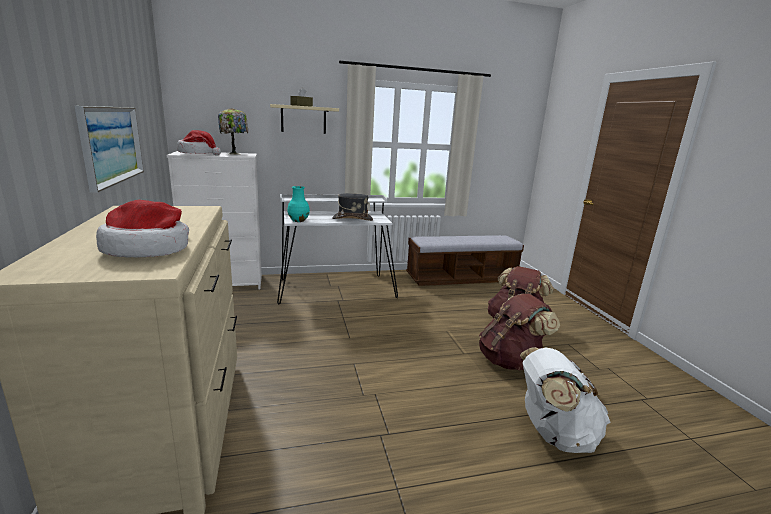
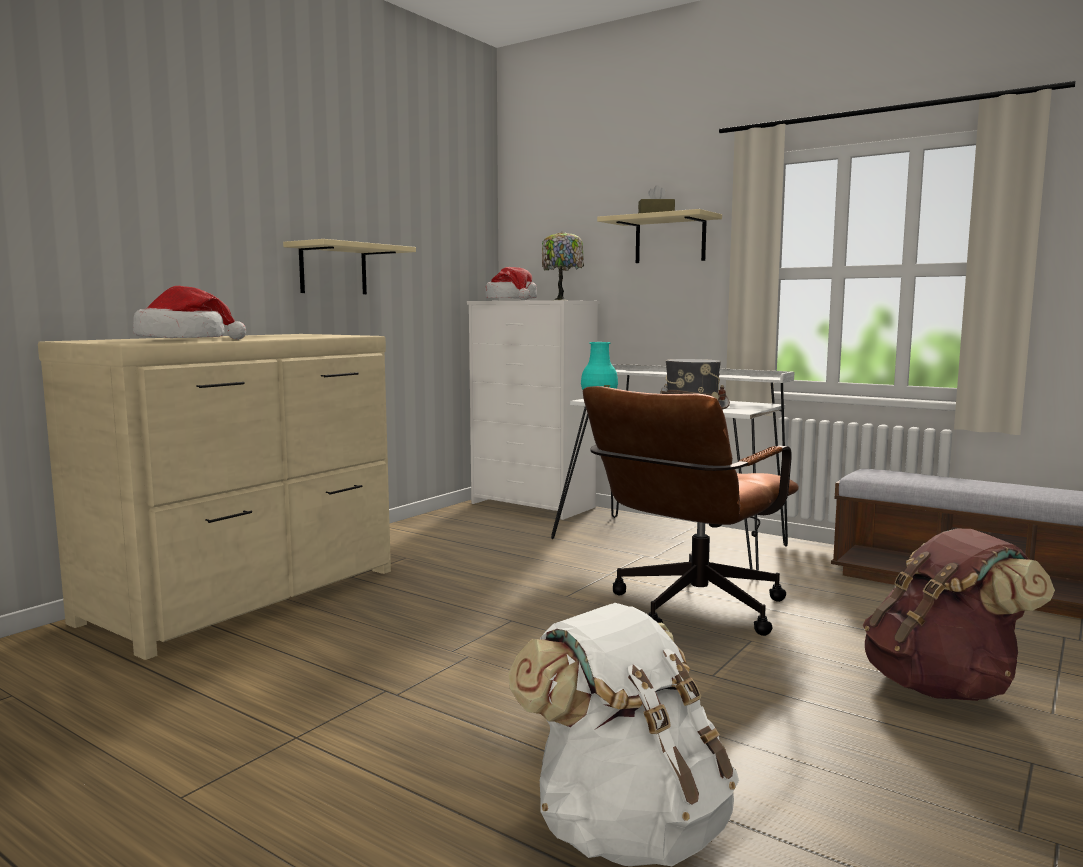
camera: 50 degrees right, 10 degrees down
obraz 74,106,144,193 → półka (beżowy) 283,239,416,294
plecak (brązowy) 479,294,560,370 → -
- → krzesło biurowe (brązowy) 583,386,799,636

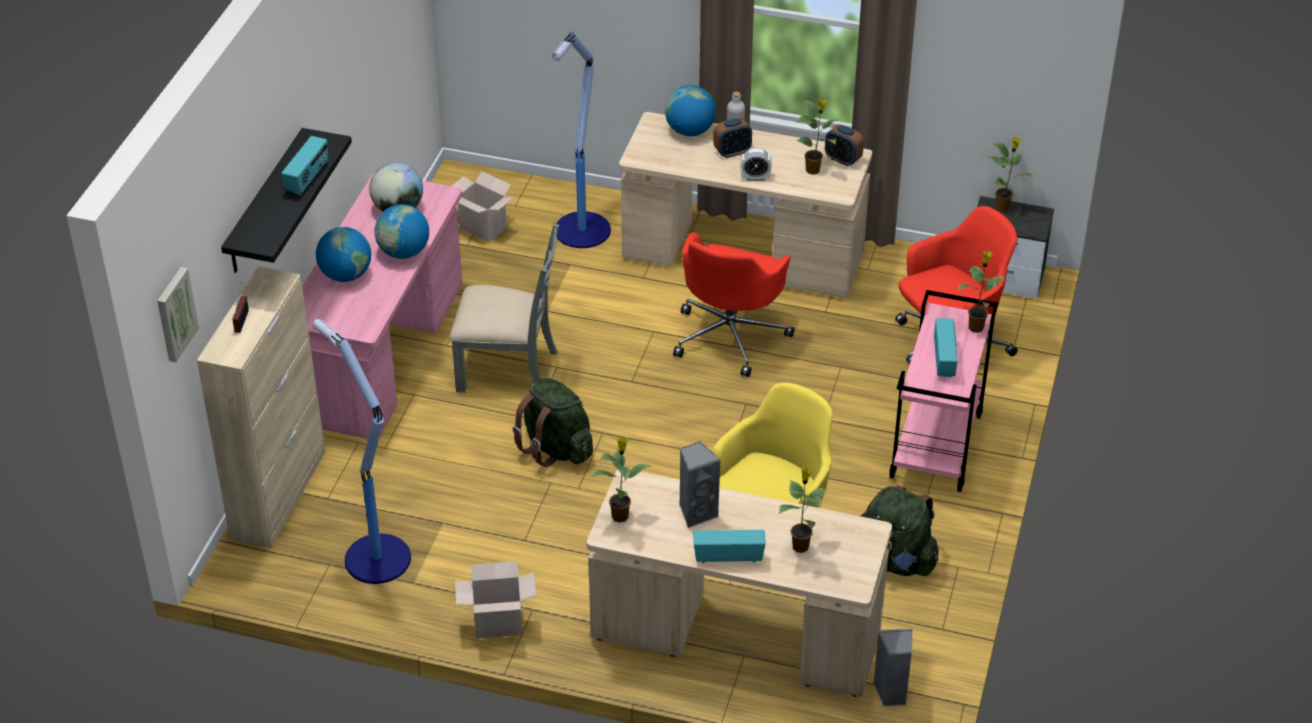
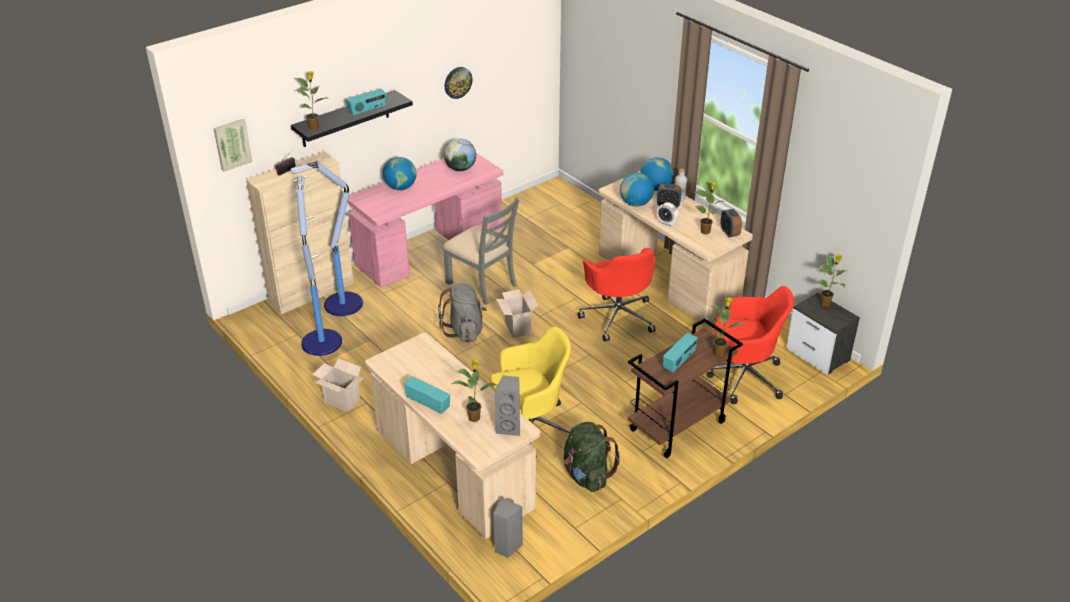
camera: 35 degrees right, 5 degrees down
globus 375,204,429,259 → globus 620,172,654,207, shifted
karton 452,171,515,242 → karton 496,289,539,338, shifted
plecak (zielony) 513,378,593,467 → plecak (szary) 438,283,487,343
lampa stojąca 552,32,611,248 → lampa stojąca 291,160,363,316, shifted
roślina doniczkowa 590,437,652,523 → roślina doniczkowa 295,71,329,130, shifted
krzesło biurowe (czerwony) 673,232,795,377 → krzesło biurowe (czerwony) 578,248,656,342, 75 degrees counterclockwise
głośnik (szary) 679,441,720,528 → głośnik (szary) 494,375,520,436, shifted
wózek (różowy) 889,290,998,492 → wózek (brązowy) 628,318,743,458
- → zegar ścienny 445,67,473,99

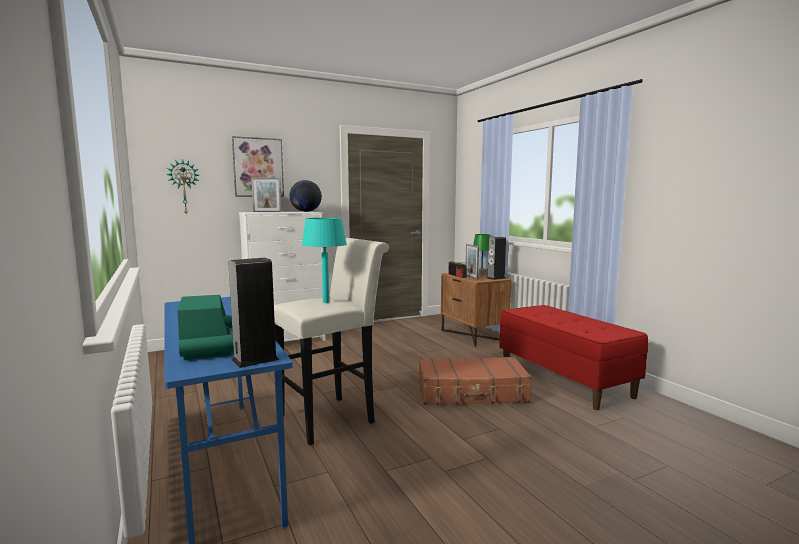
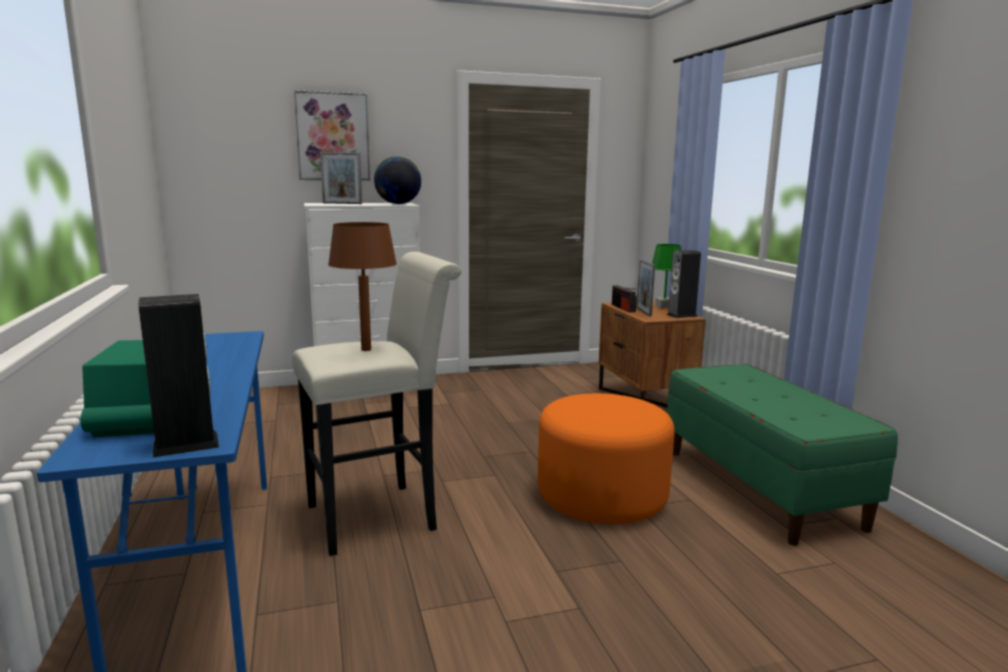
camera: 10 degrees right, 5 degrees up
zegar ścienny 166,159,199,214 → -
lampa stołowa (turkusowy) 302,218,347,303 → lampa stołowa (brązowy) 328,222,397,351
walizka (brązowy) 418,357,532,405 → pufa (pomarańczowy) 538,393,675,524
ławka (czerwony) 499,305,648,410 → ławka (zielony) 667,364,898,546

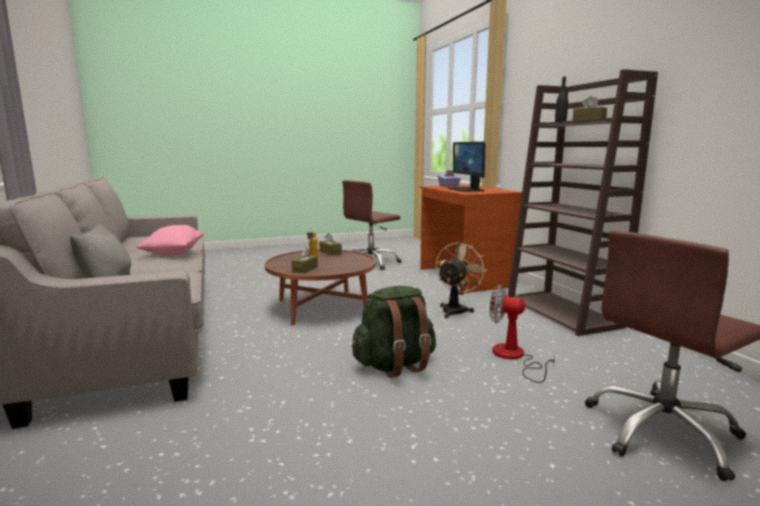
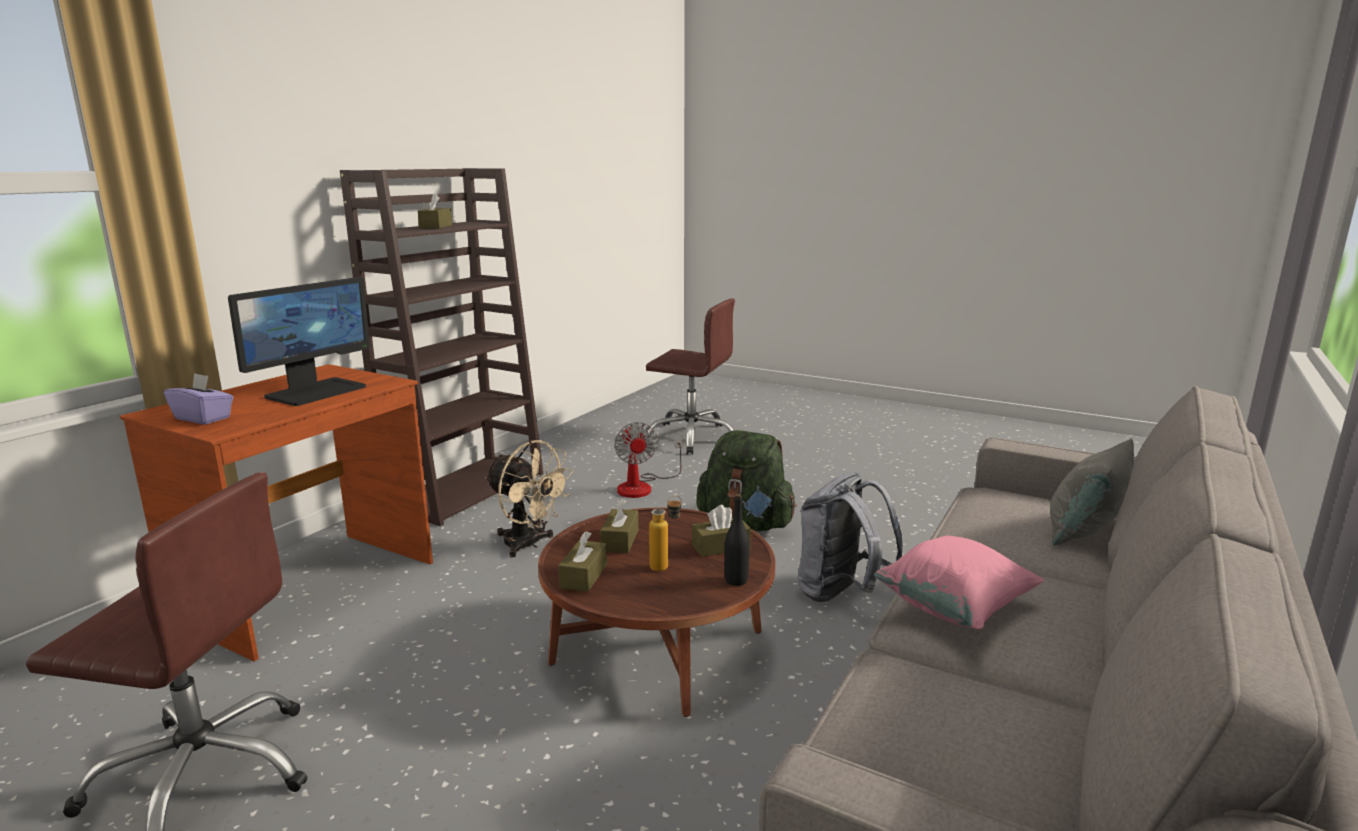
camera: 130 degrees left, 5 degrees up
wentylator (beżowy) 436,242,487,318 → wentylator (beżowy) 485,440,573,558, 135 degrees counterclockwise
butelka (czarny) 555,76,568,122 → butelka (czarny) 724,494,750,586, shifted
- → pudełko chusteczek (brązowy) 600,500,638,553
- → plecak (szary) 798,473,903,602

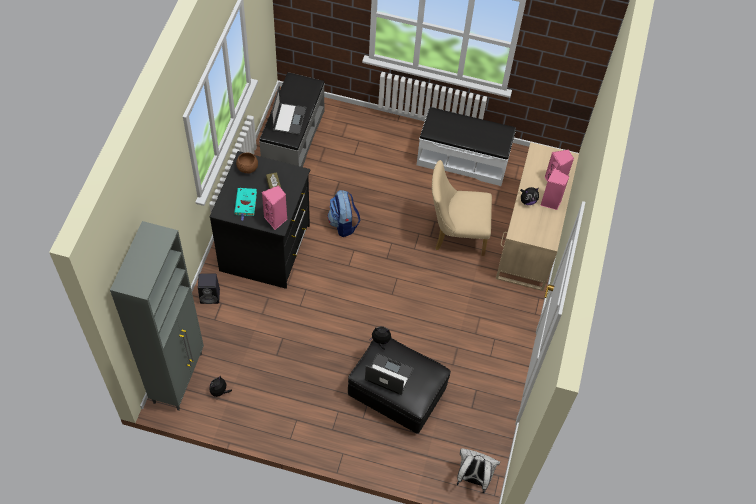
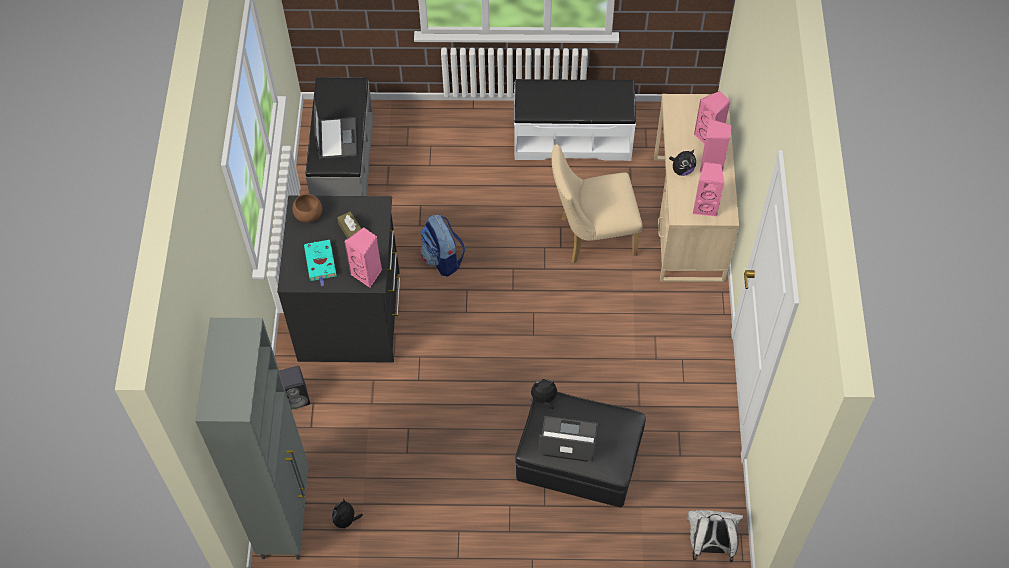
camera: 10 degrees left, 0 degrees up
- → głośnik (różowy) 693,162,724,217

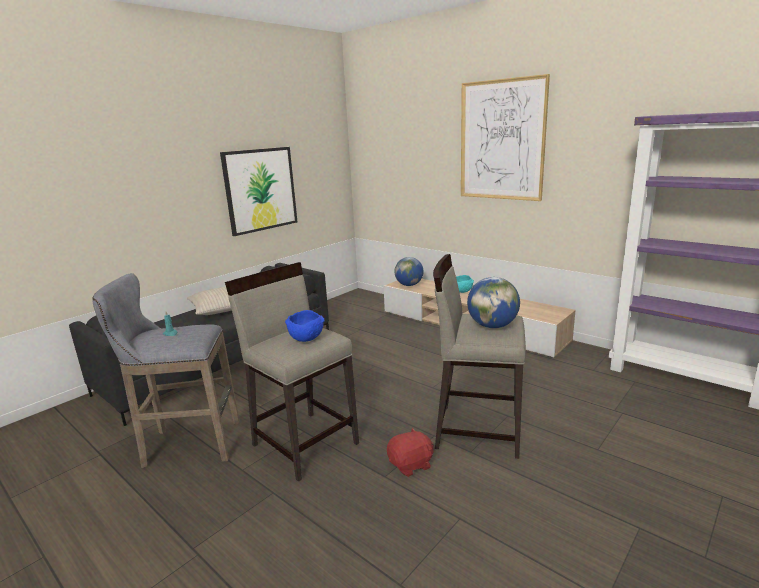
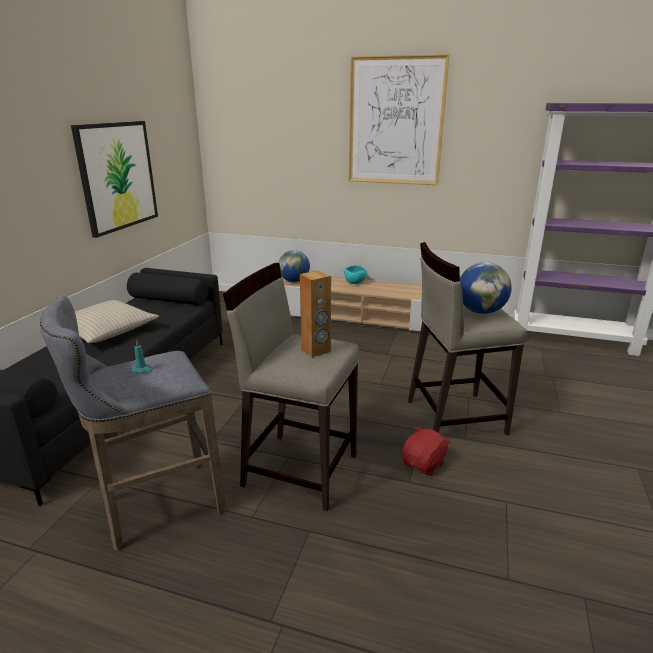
camera: 25 degrees left, 5 degrees up
miska (niebieski) 285,310,325,342 → głośnik (brązowy) 300,270,331,357

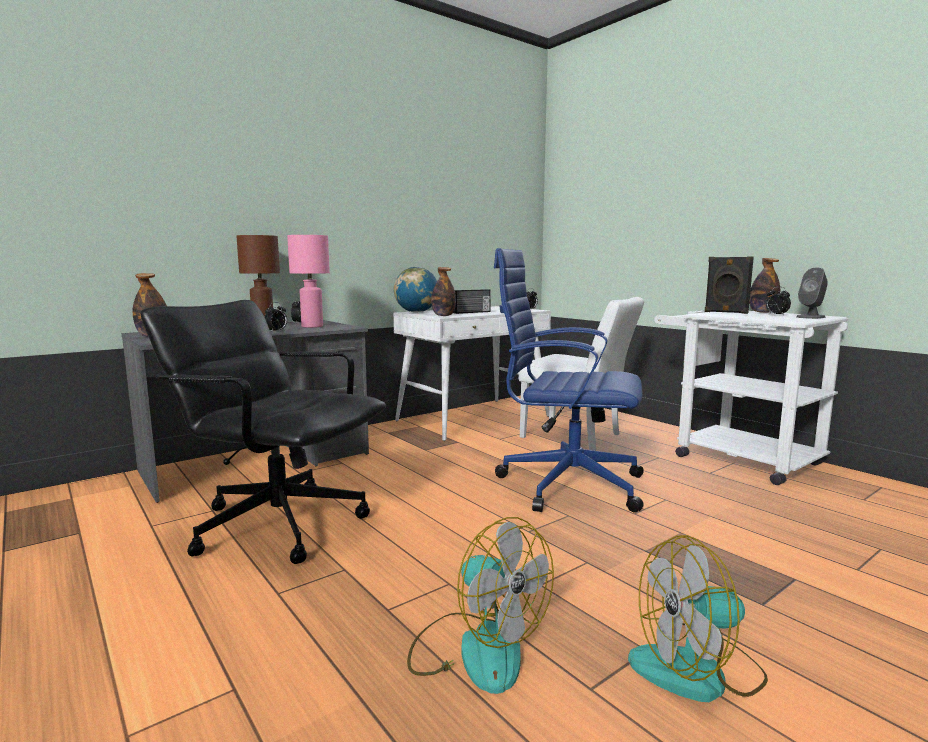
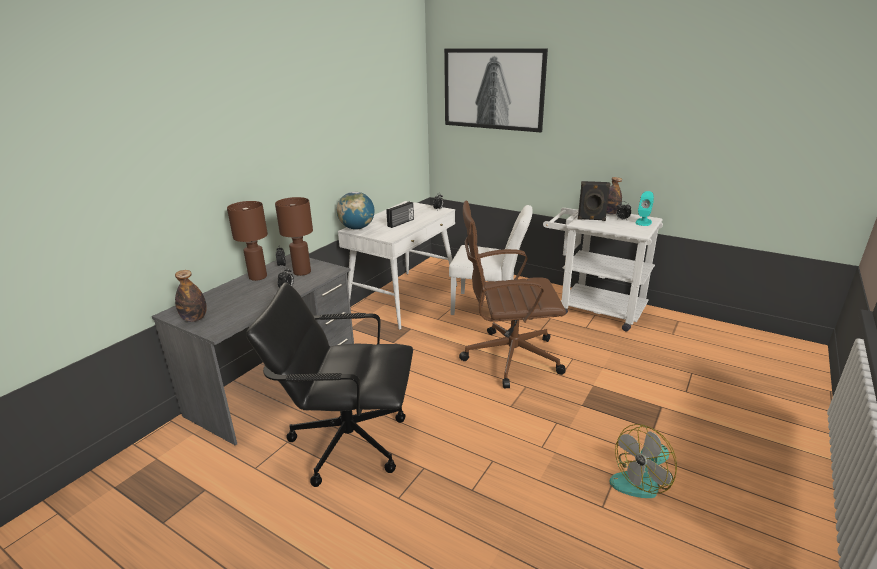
camera: 20 degrees left, 15 degrees up
lampa stołowa (różowy) 287,235,330,328 → lampa stołowa (brązowy) 275,197,313,276
wentylator 407,517,554,694 → -
butelka 431,267,456,316 → -
krzesło biurowe (niebieski) 494,248,644,513 → krzesło biurowe (brązowy) 459,200,566,388
głośnik (szary) 796,268,828,319 → głośnik (turkusowy) 636,191,654,226
- → obraz 444,48,548,132

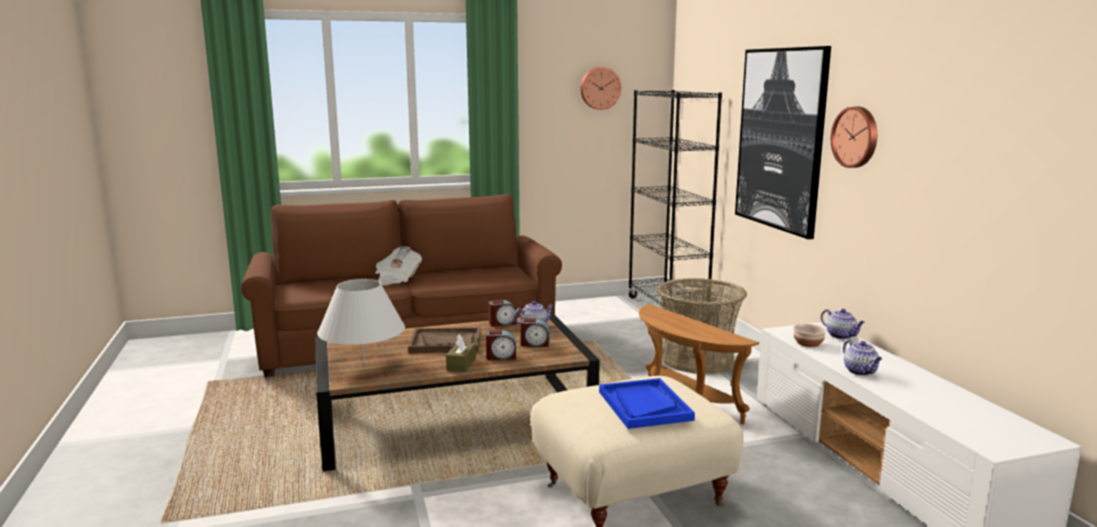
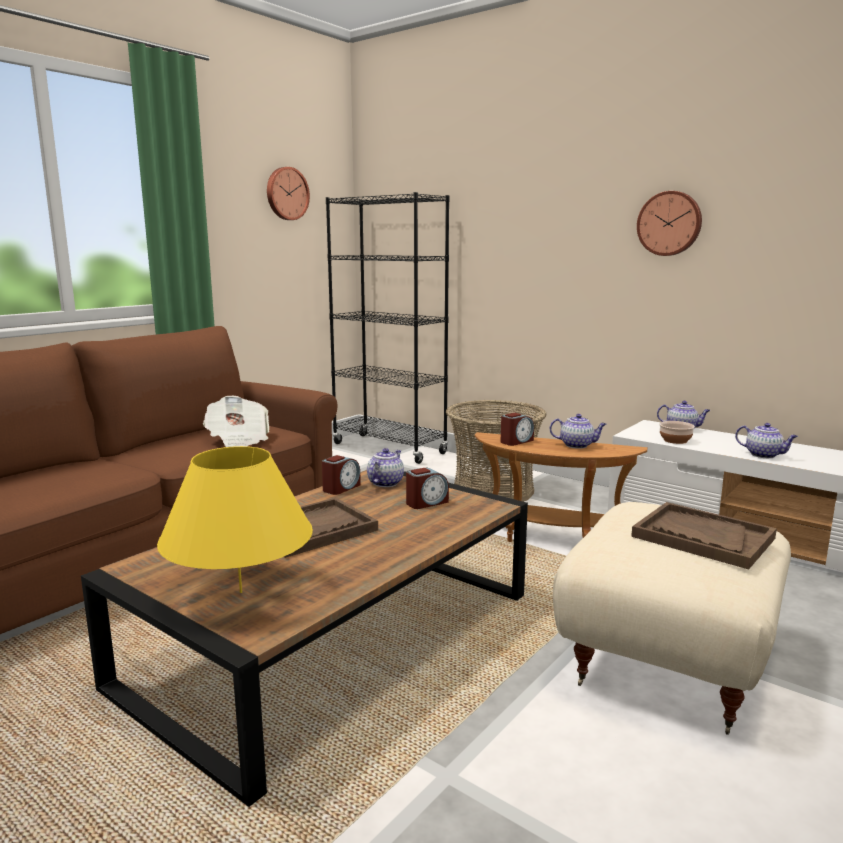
camera: 35 degrees left, 0 degrees up
lampa stołowa (biały) 317,279,405,364 → lampa stołowa (żółty) 157,446,313,593
gazeta 375,246,422,285 → gazeta 203,396,269,447, shifted
pudełko chusteczek (brązowy) 446,334,476,372 → -
budzik 486,330,516,360 → budzik 501,413,534,446, shifted
taca (niebieski) 599,378,695,429 → taca (brązowy) 631,502,777,569
obraz 735,46,831,239 → -
- → imbryk 550,414,607,449

